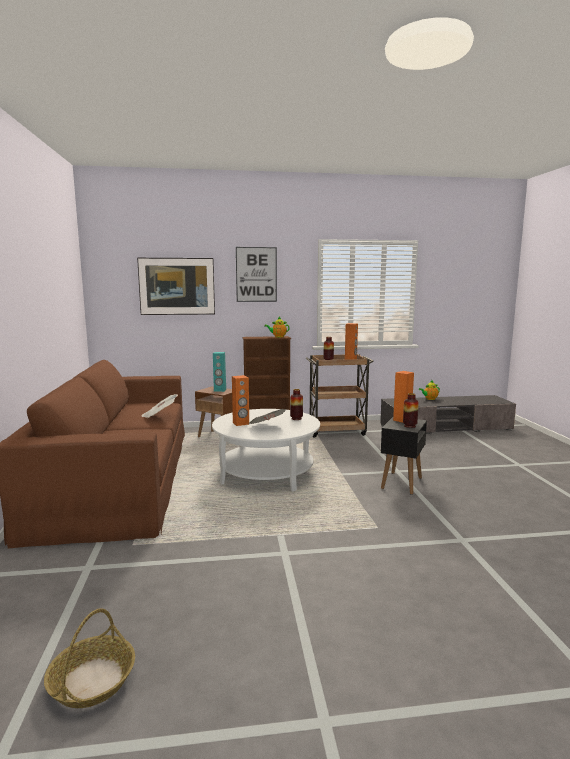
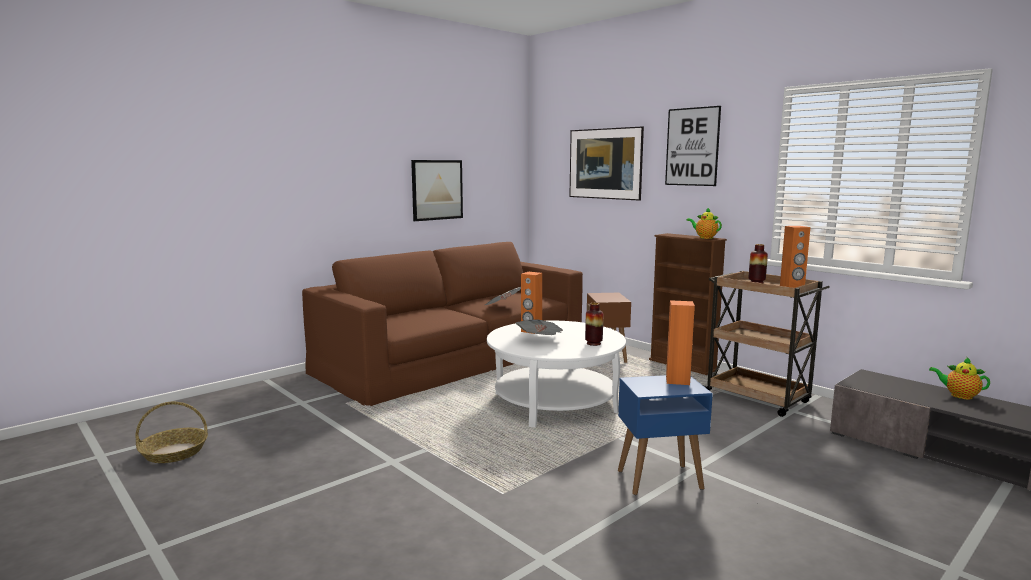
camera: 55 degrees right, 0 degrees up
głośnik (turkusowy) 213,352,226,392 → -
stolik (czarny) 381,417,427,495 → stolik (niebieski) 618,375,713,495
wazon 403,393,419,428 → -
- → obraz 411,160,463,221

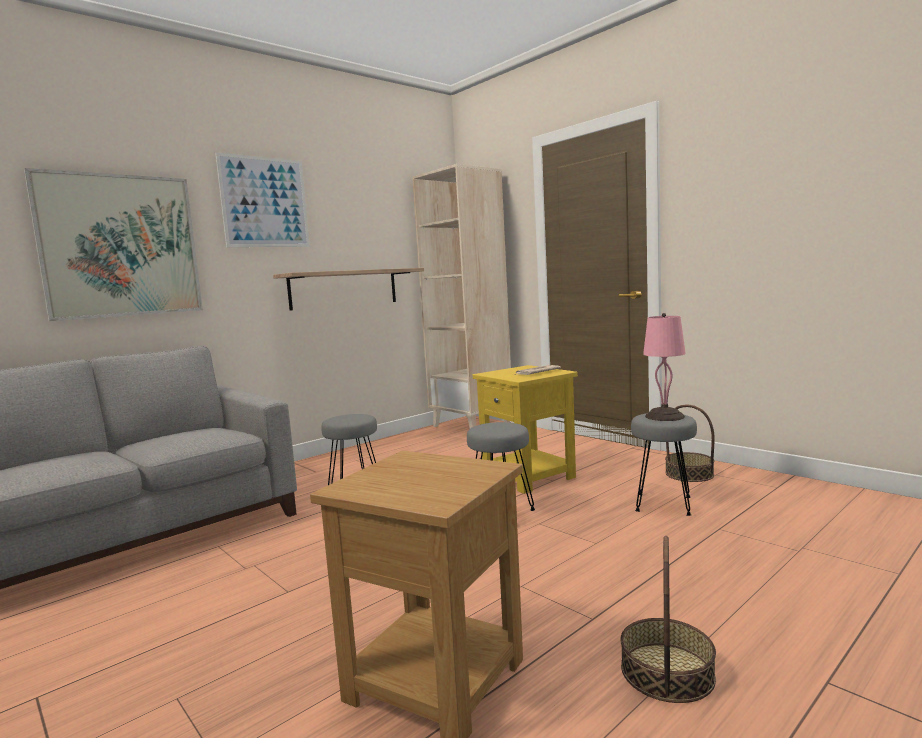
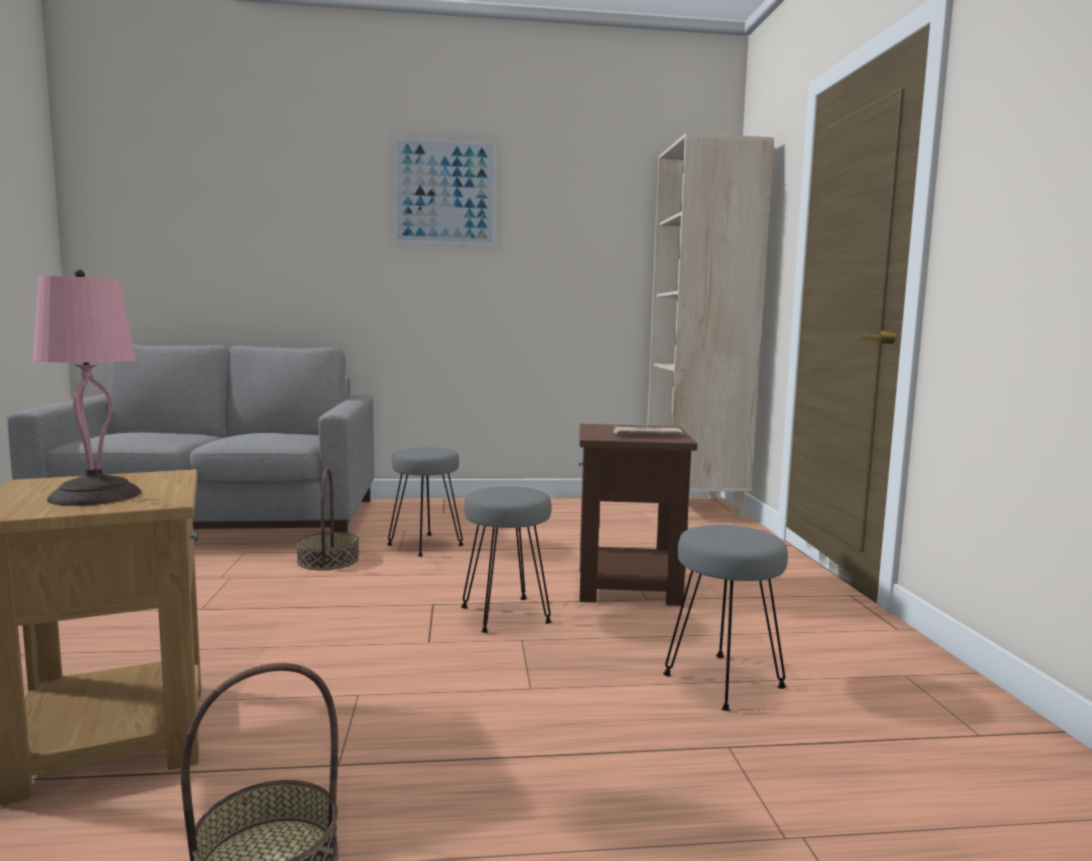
camera: 35 degrees right, 0 degrees up
obraz 24,168,203,321 → -
półka 273,268,424,311 → -
stolik (żółty) 473,365,578,494 → stolik (brązowy) 579,424,698,606
lampa stołowa (różowy) 643,313,686,421 → lampa stołowa (różowy) 33,269,141,506, shifted
koszyk 665,405,715,482 → koszyk 296,468,359,570, shifted

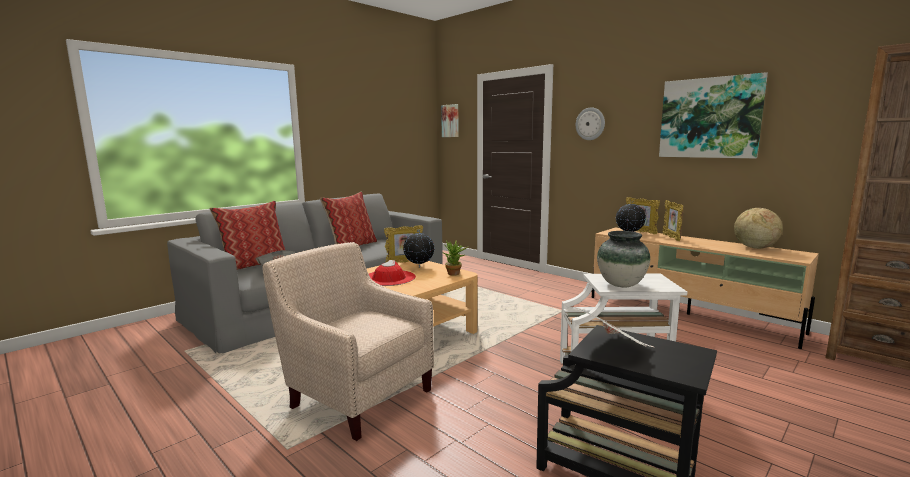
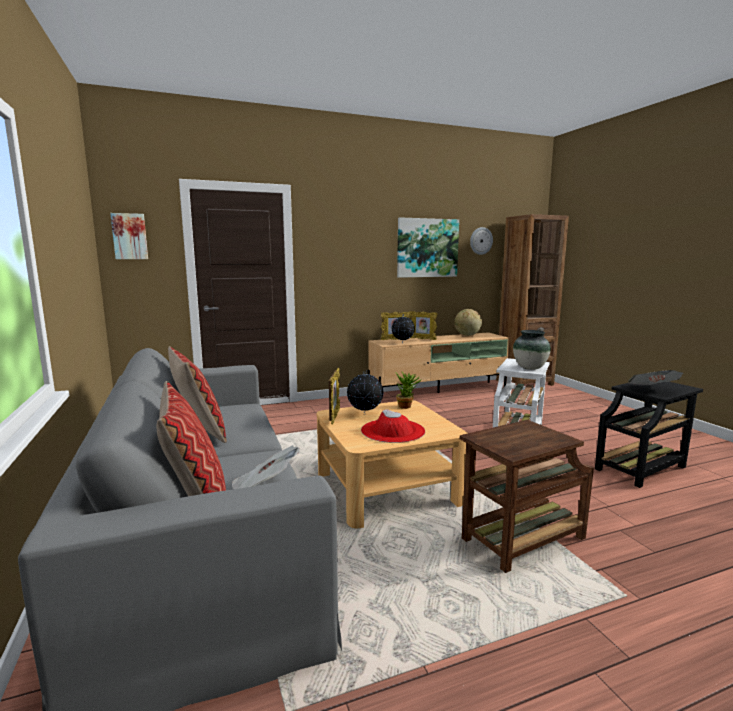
camera: 65 degrees left, 0 degrees up
fotel (beżowy) 262,242,434,441 → stolik (brązowy) 460,420,594,573
zegar ścienny 576,107,605,140 → zegar ścienny 470,227,493,255, shifted

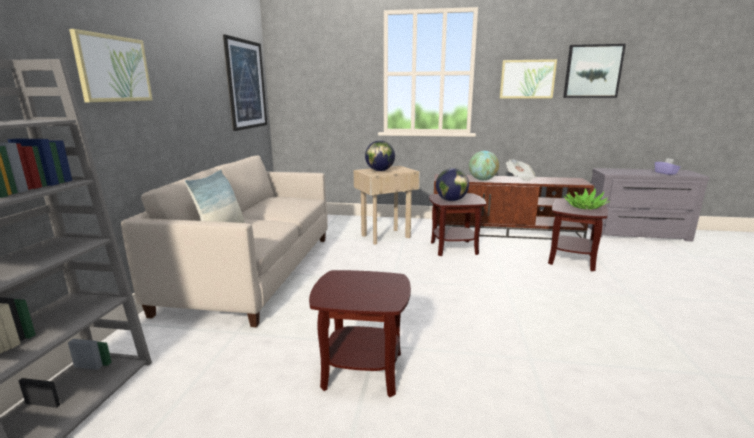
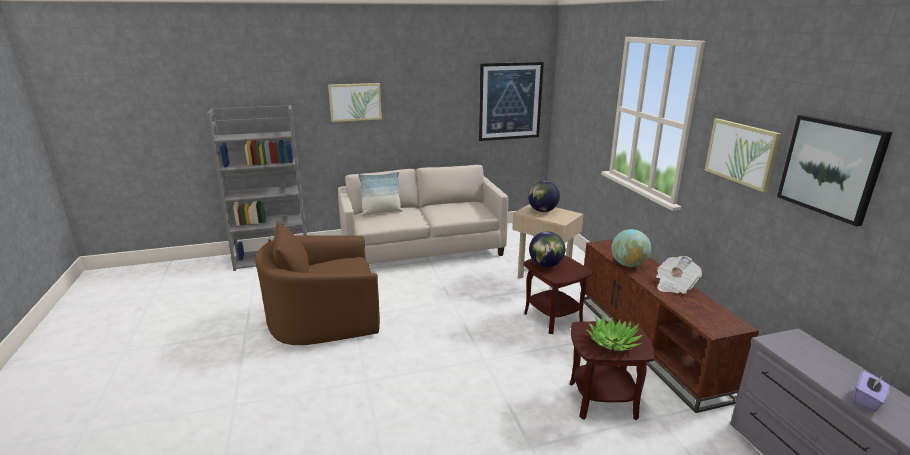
camera: 65 degrees right, 5 degrees up
stolik (brązowy) 309,270,411,397 → fotel (brązowy) 255,221,380,345

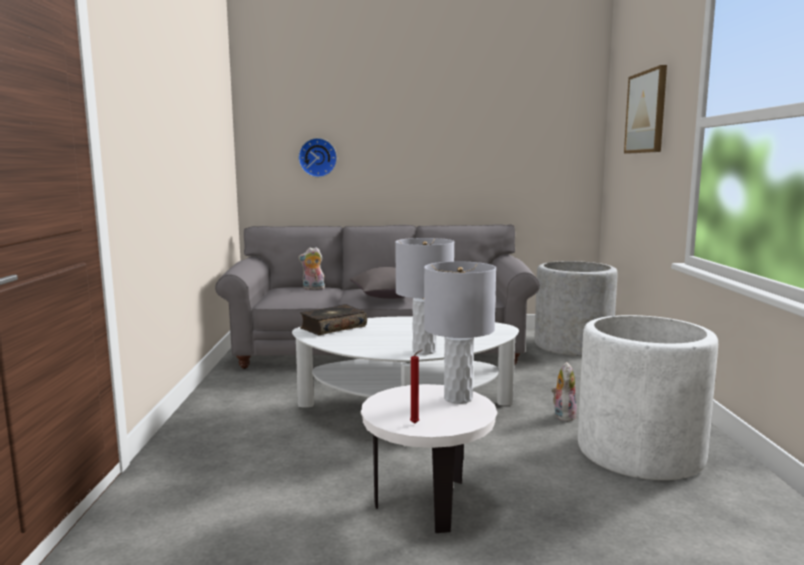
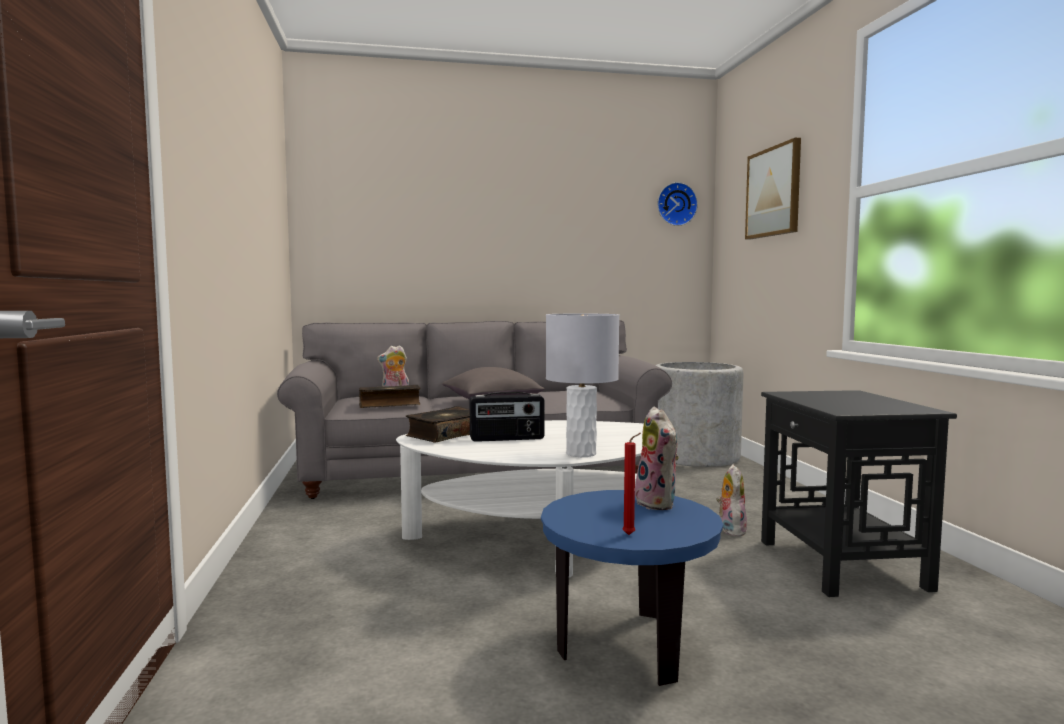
camera: 10 degrees left, 5 degrees down
zegar ścienny 298,138,337,177 → zegar ścienny 657,182,698,226, shifted
stolik (biały) 361,384,497,533 → stolik (niebieski) 541,490,723,686
lampa stołowa (szary) 424,261,496,404 → pluszak 635,407,679,510
donica (biały) 578,315,718,480 → stolik (czarny) 761,390,957,597
- → książka 359,385,421,408
- → radio 469,392,545,442

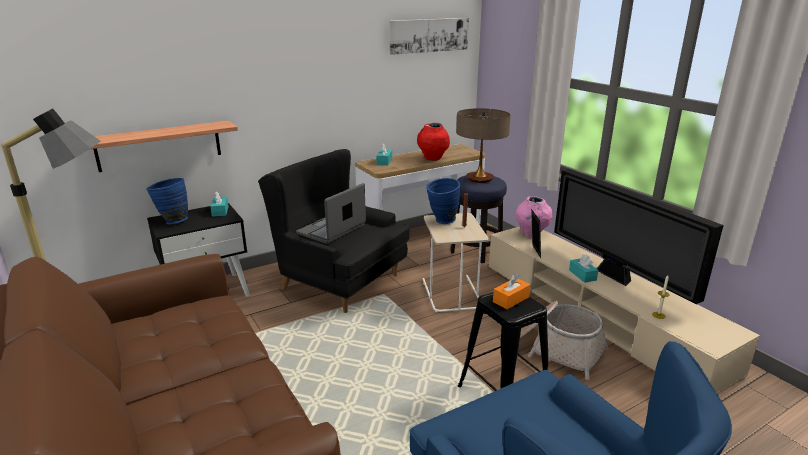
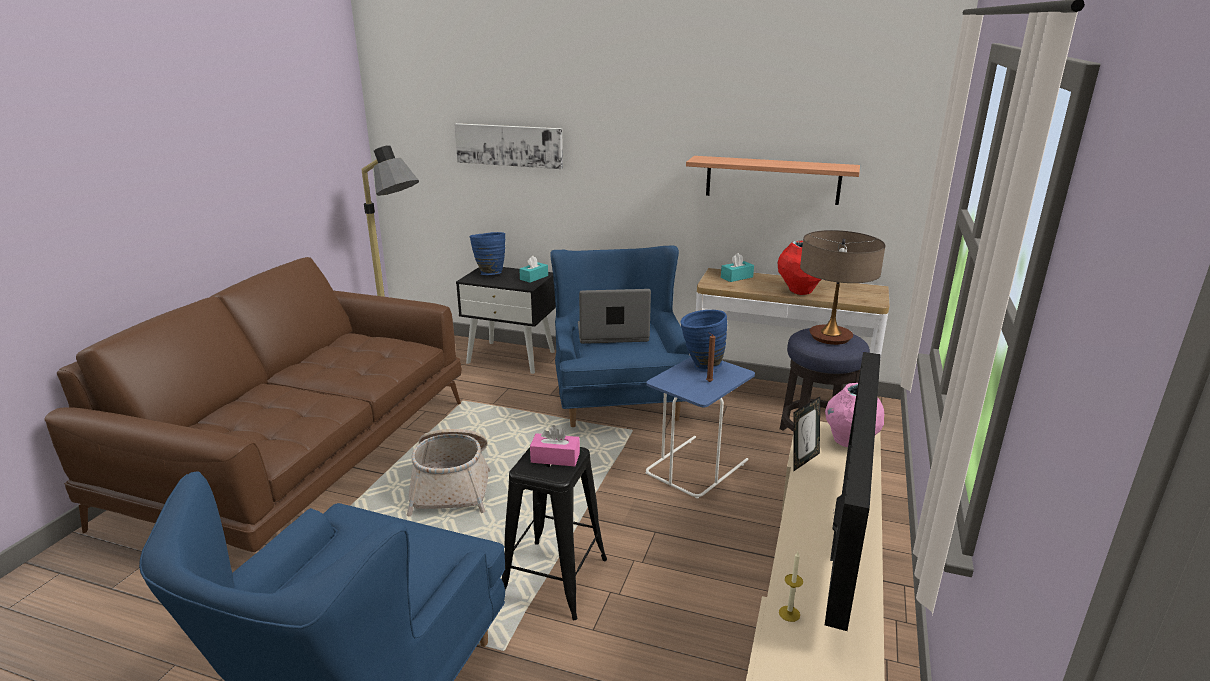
camera: 50 degrees right, 0 degrees up
półka 91,121,238,172 → półka 686,156,860,205, shifted
fotel (czarny) 258,149,410,313 → fotel (niebieski) 550,245,691,427
obraz 389,18,469,55 → obraz 455,123,563,169, shifted
stolik (beżowy) 422,213,489,312 → stolik (niebieski) 646,357,755,499
pudełko chusteczek (pomarańczowy) 493,274,530,309 → pudełko chusteczek (różowy) 530,425,580,466
koszyk 520,301,609,380 → koszyk 407,429,490,517, shifted
pudełko chusteczek (turkusowy) 569,254,598,283 → -

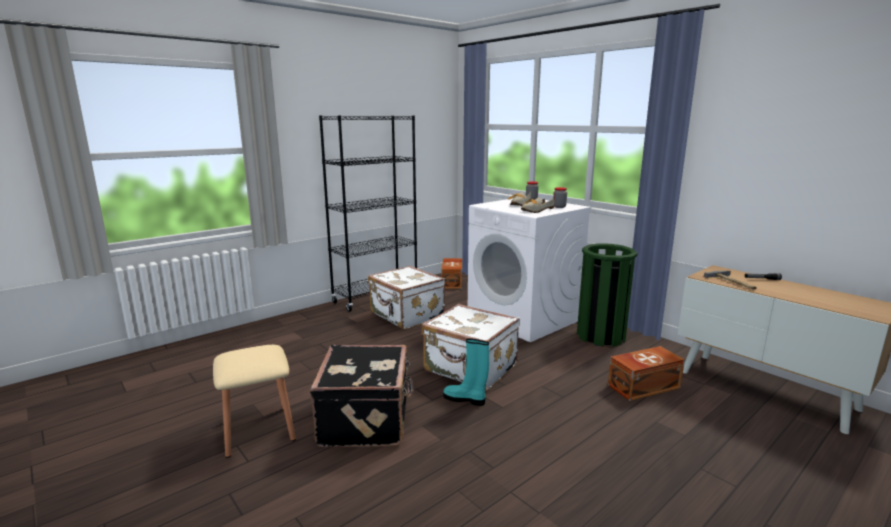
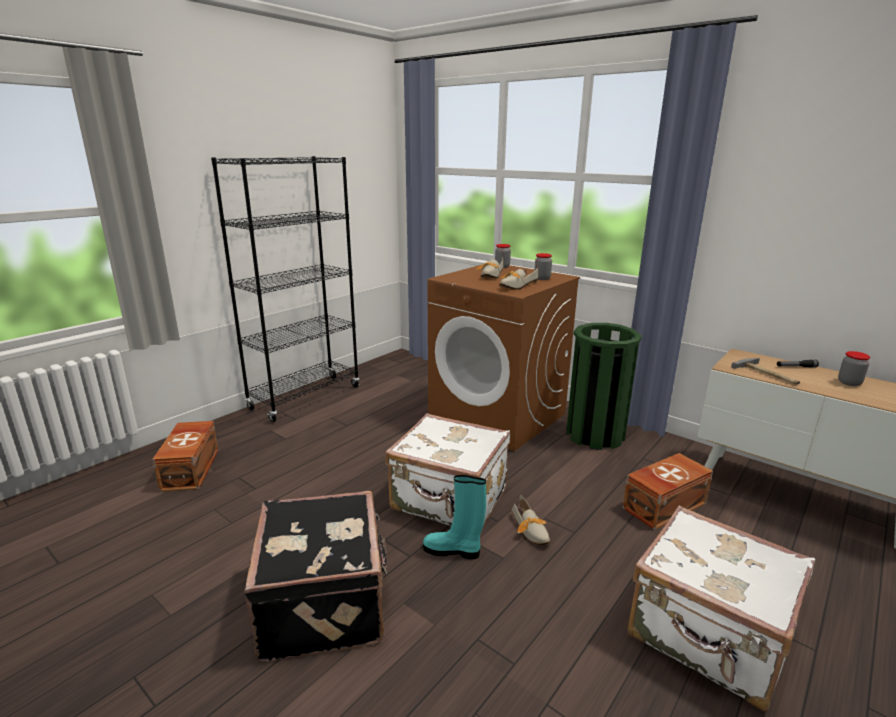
camera: 10 degrees left, 5 degrees up
stołek (beżowy) 213,345,296,458 → -
walizka (biały) 368,266,445,330 → walizka (biały) 627,506,815,712, shifted
pojemnik do przechowywania (brązowy) 441,258,462,289 → pojemnik do przechowywania (brązowy) 152,421,218,492, shifted
pralka (biały) 468,199,592,342 → pralka (brązowy) 427,265,580,451
- → but 511,494,551,545
- → słoik 838,351,870,386

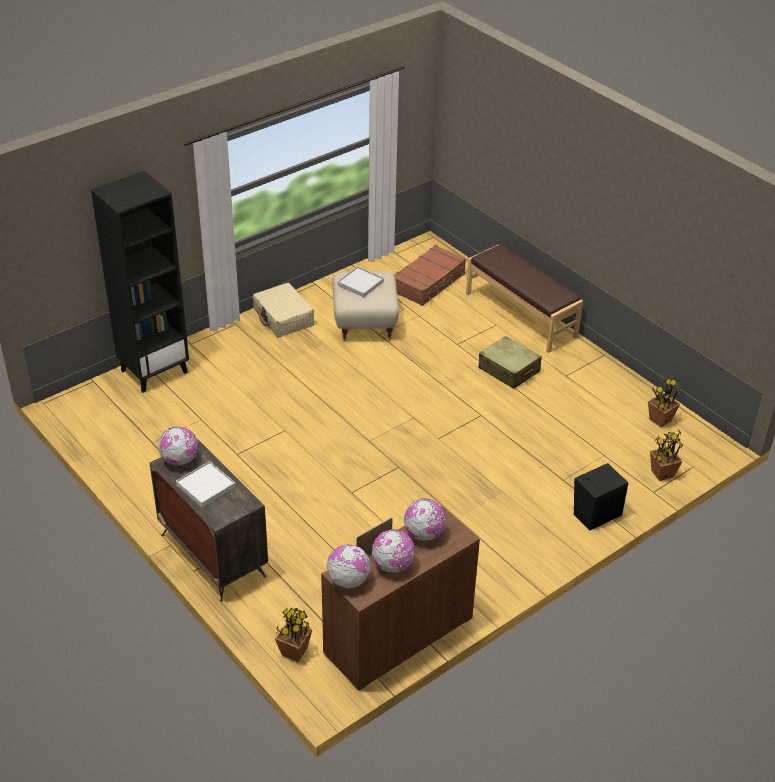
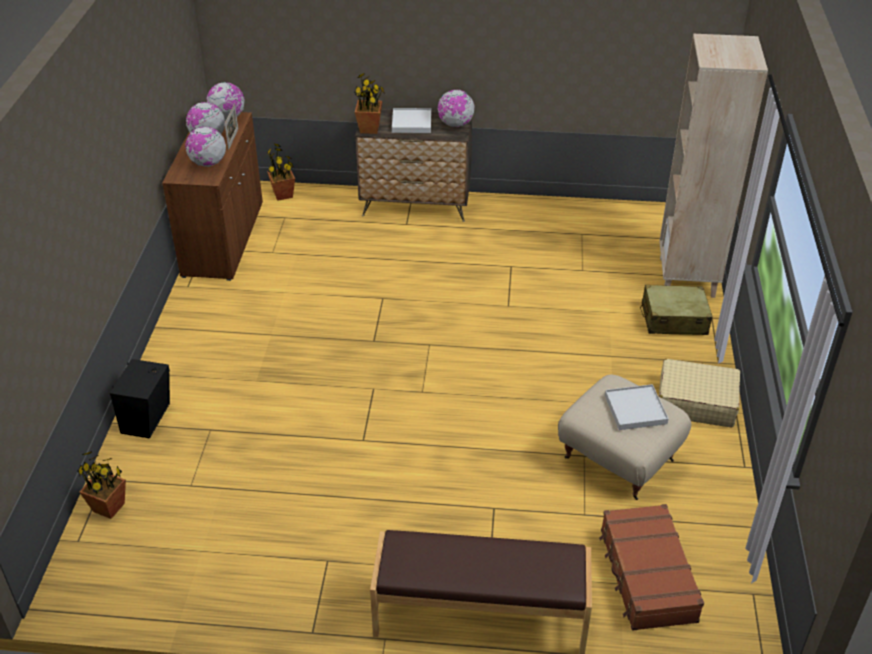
camera: 135 degrees right, 0 degrees up
regał (czarny) 91,171,189,393 → regał (beżowy) 659,34,768,298
walizka (beżowy) 479,336,542,389 → walizka (beżowy) 640,285,713,335, shifted
roślina doniczkowa 648,376,680,427 → roślina doniczkowa 354,73,384,134, shifted

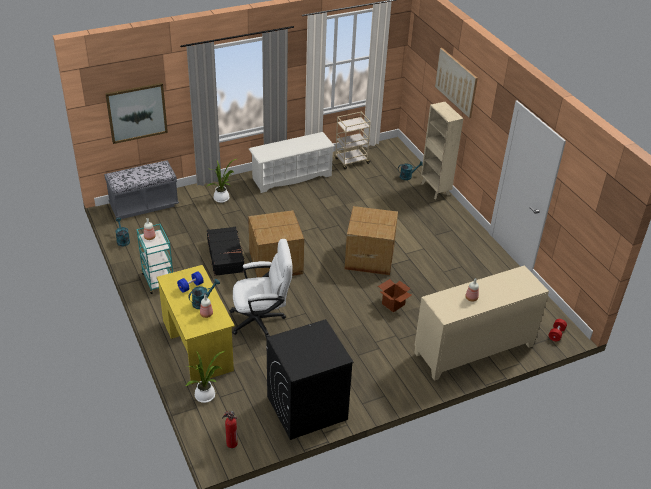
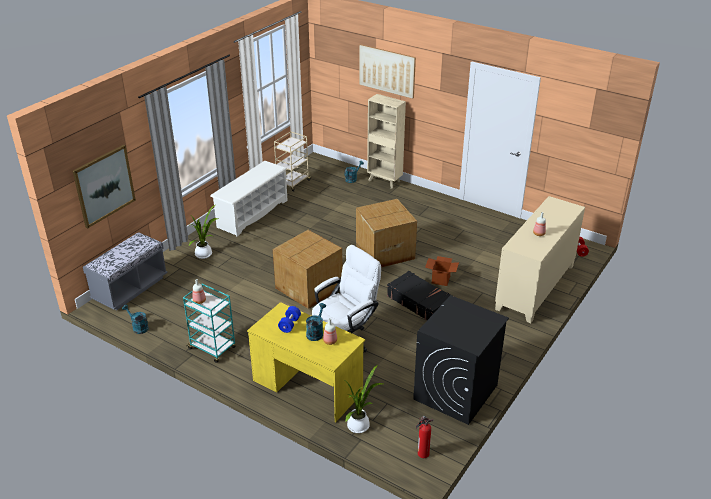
camera: 30 degrees left, 5 degrees down
walizka (czarny) 207,226,245,276 → walizka (czarny) 387,271,453,320, shifted

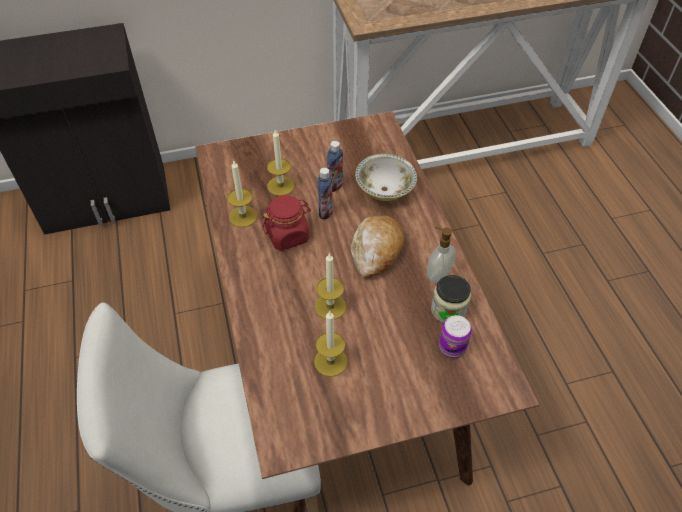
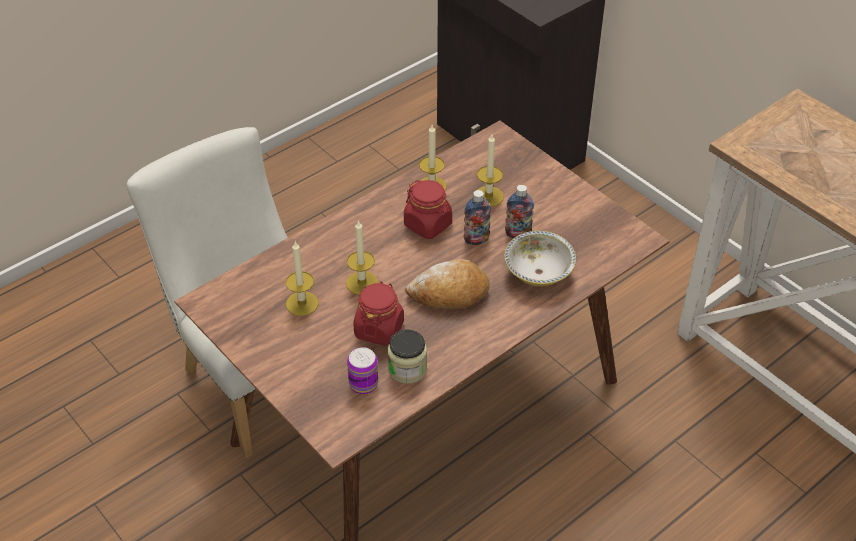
camera: 65 degrees right, 5 degrees down
dozownik mydła 427,227,456,283 → -
- → słoik (czerwony) 353,281,404,346

